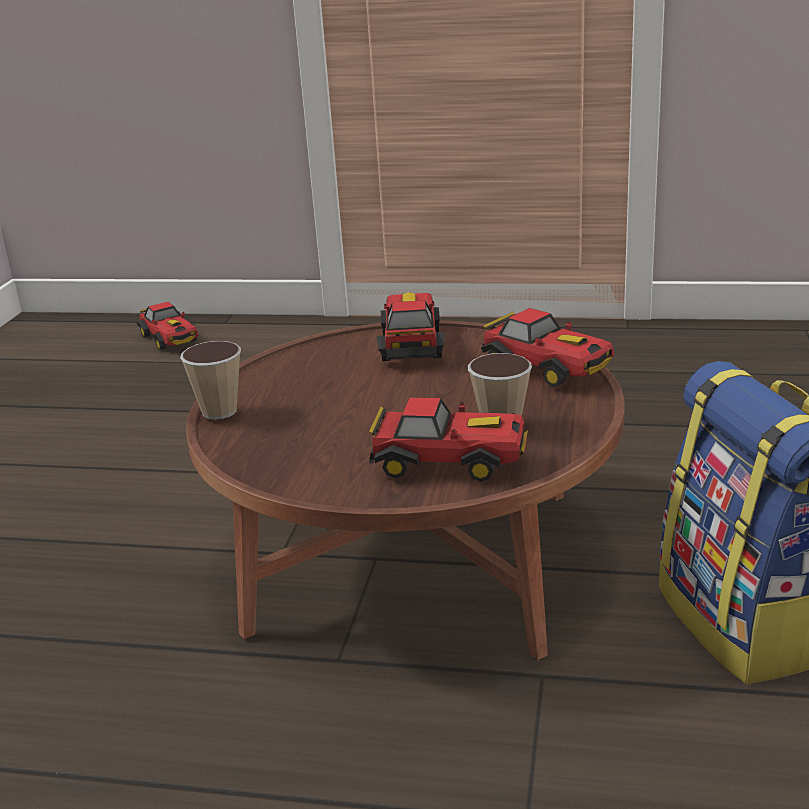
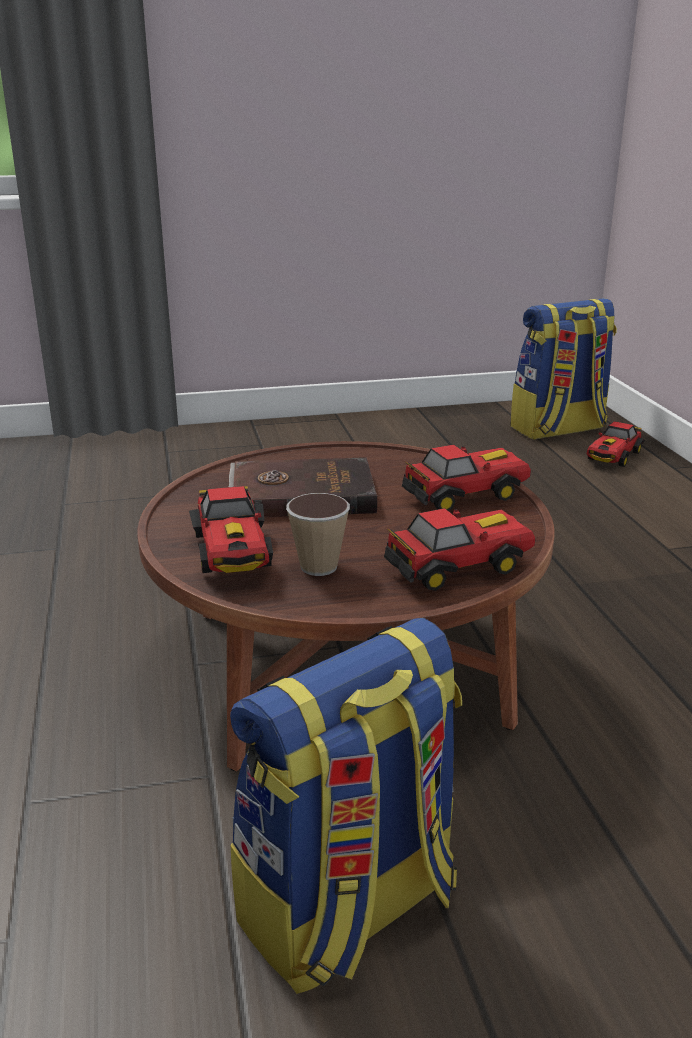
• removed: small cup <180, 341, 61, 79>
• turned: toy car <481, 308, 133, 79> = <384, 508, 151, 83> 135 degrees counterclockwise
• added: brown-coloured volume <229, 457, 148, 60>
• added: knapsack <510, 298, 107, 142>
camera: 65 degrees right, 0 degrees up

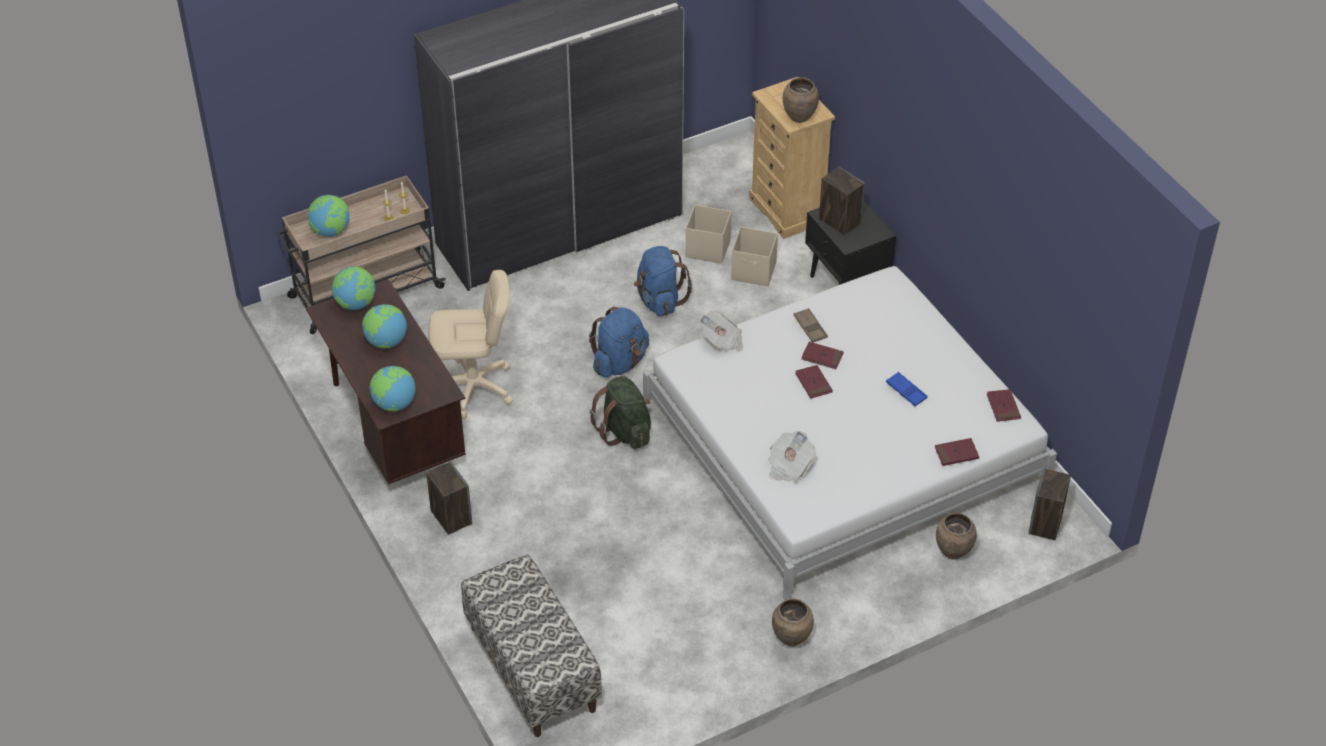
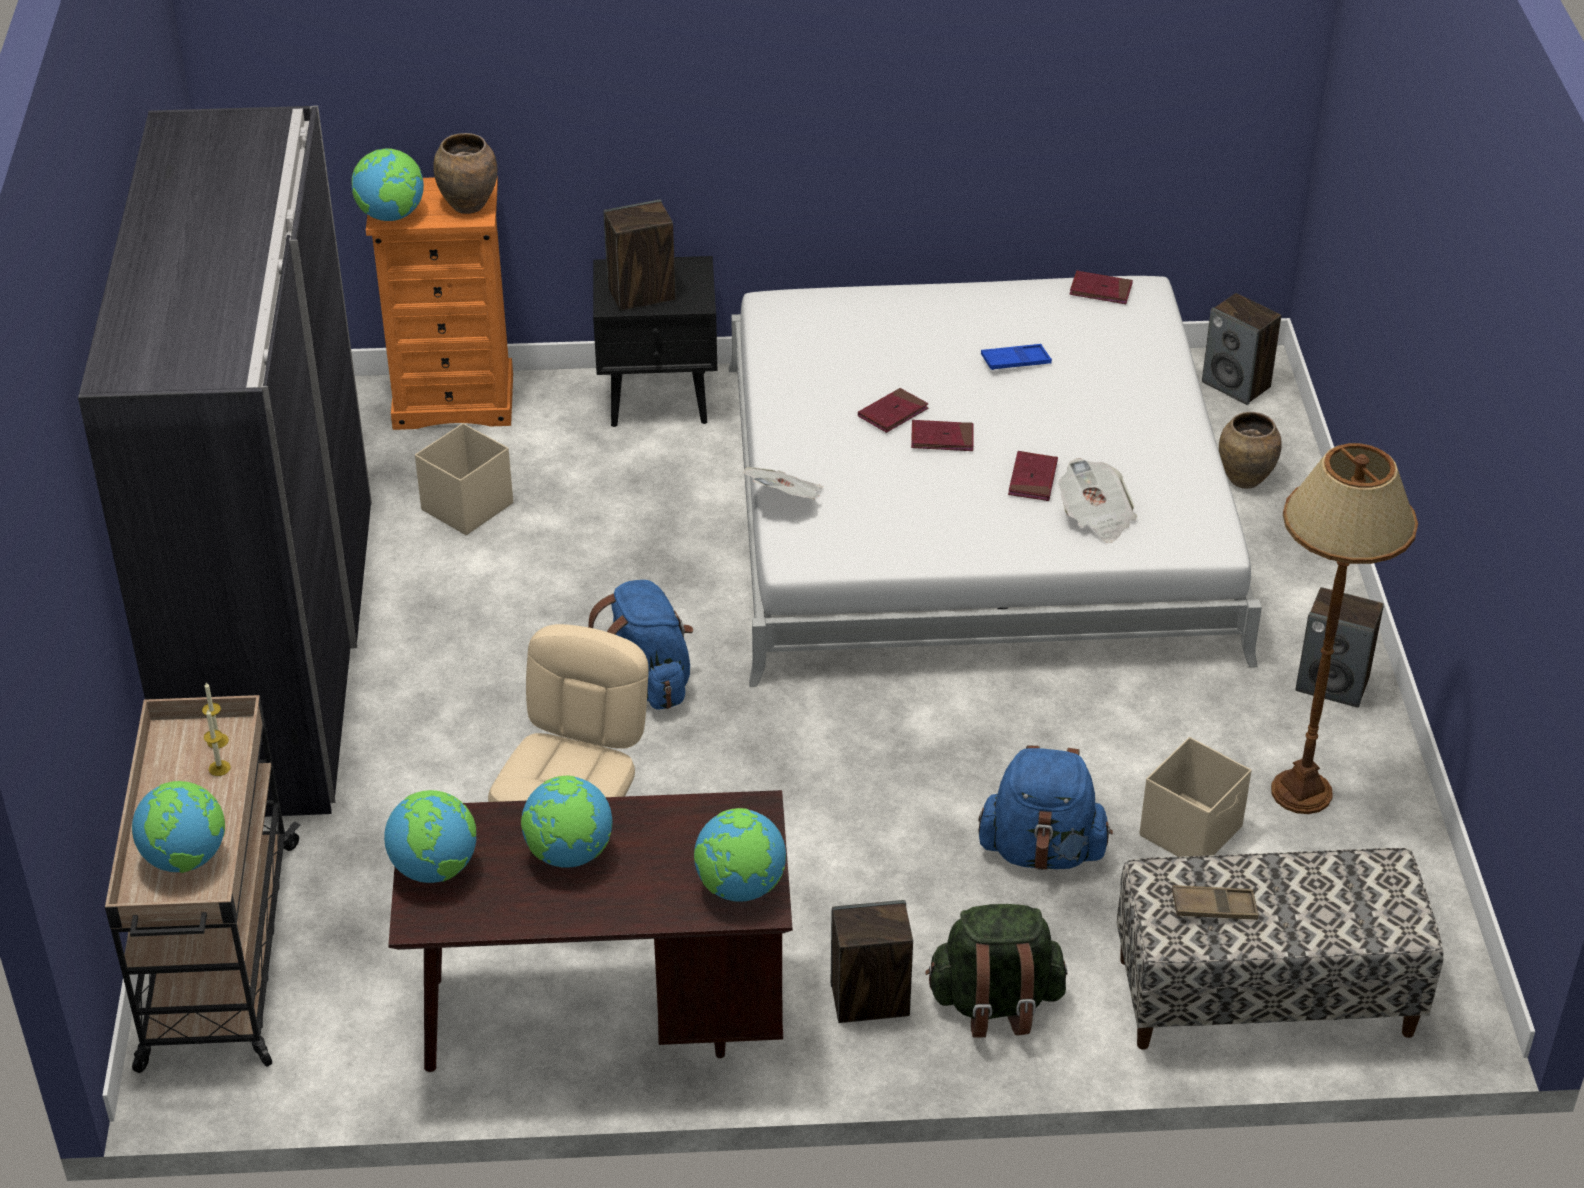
• moved: greenish knapsack <590, 376, 61, 73> to <925, 904, 143, 134>
• moved: blue knapsack <634, 246, 58, 70> to <978, 746, 135, 124>
• moved: beige storage bin <731, 227, 47, 59> to <1139, 737, 113, 120>
• recoloured: beige dresser <749, 77, 86, 162> to orange-coloured dresser <366, 177, 147, 253>
• replaced: brown-coloured decorative vase <772, 599, 42, 48> to loudspeaker <1296, 587, 88, 121>
• moved: brown-coloured serving tray <794, 308, 34, 34> to <1172, 885, 87, 35>
• moved: red-coloured volume <935, 438, 44, 28> to <1008, 451, 50, 50>
• added: world globe <352, 148, 72, 73>
• added: brown-coloured floor lamp <1271, 443, 147, 371>
camera: 65 degrees left, 5 degrees down

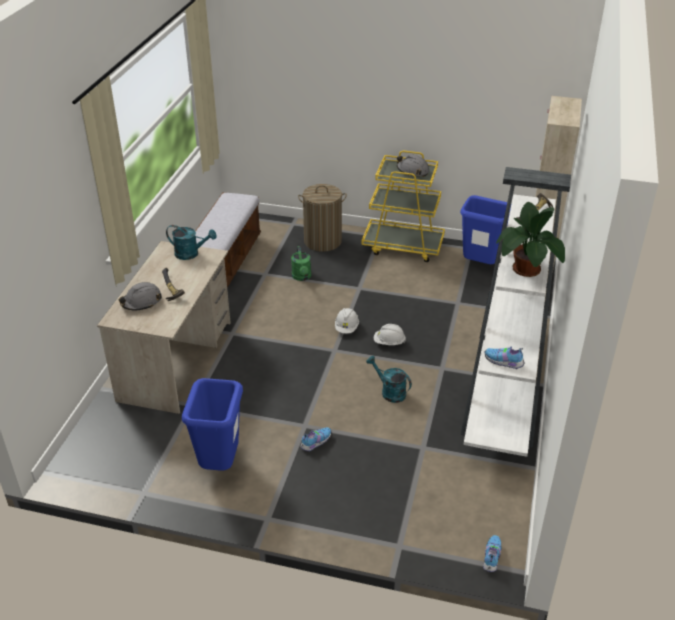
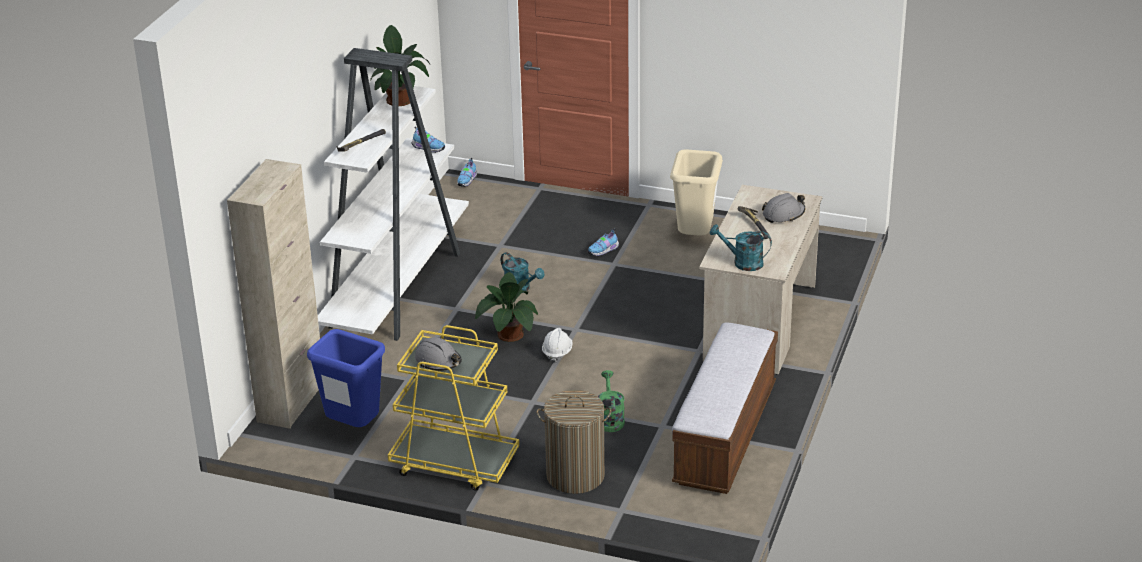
• recoloured: blue rubbish bin <182, 378, 61, 93> to beige rubbish bin <670, 149, 53, 87>
• replaced: whitish hard hat <374, 324, 32, 21> to plant in a pot <475, 272, 63, 70>
camera: 175 degrees left, 5 degrees down

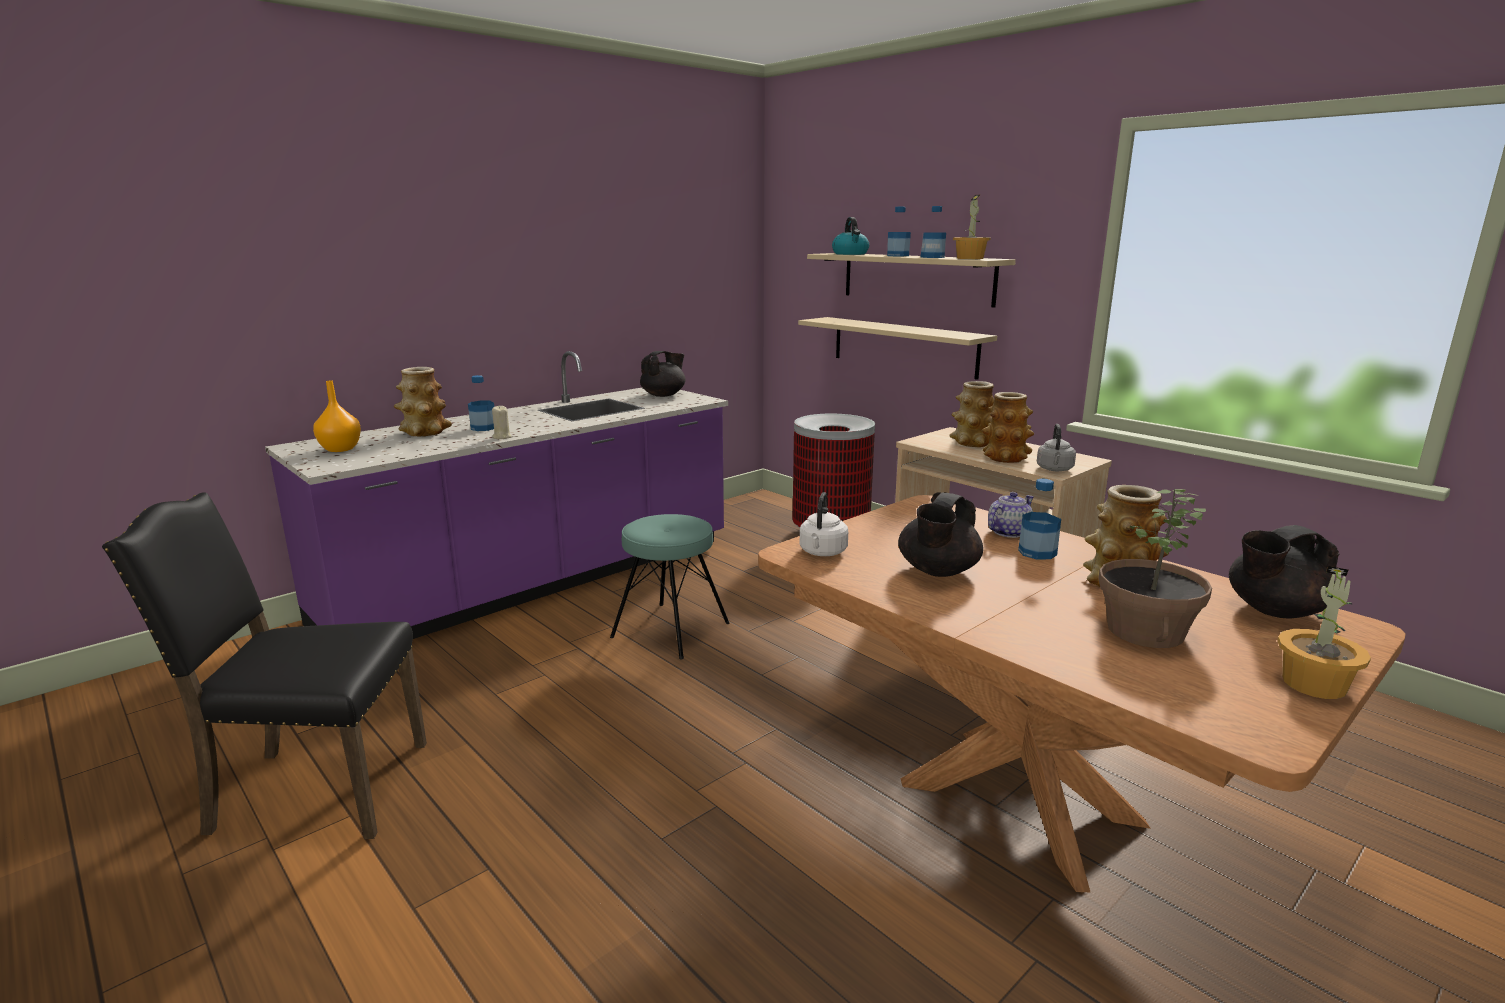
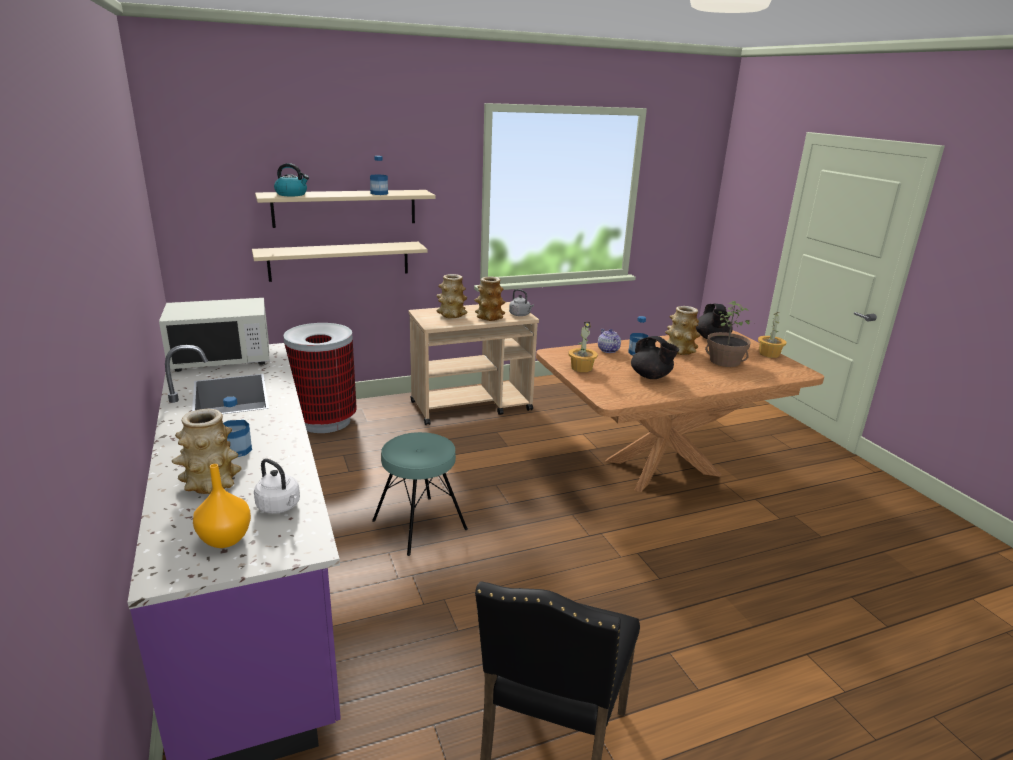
• removed: beige wax candle <492, 406, 19, 33>
• replaced: blackish teapot <640, 351, 46, 46> to whitish microwave <159, 298, 110, 74>
• moved: whitish water kettle <800, 492, 48, 64> to <254, 459, 46, 55>
• removed: drink bottle <887, 207, 24, 49>
• moved: plant in a pot <953, 195, 38, 64> to <568, 322, 30, 50>
camera: 70 degrees left, 5 degrees up

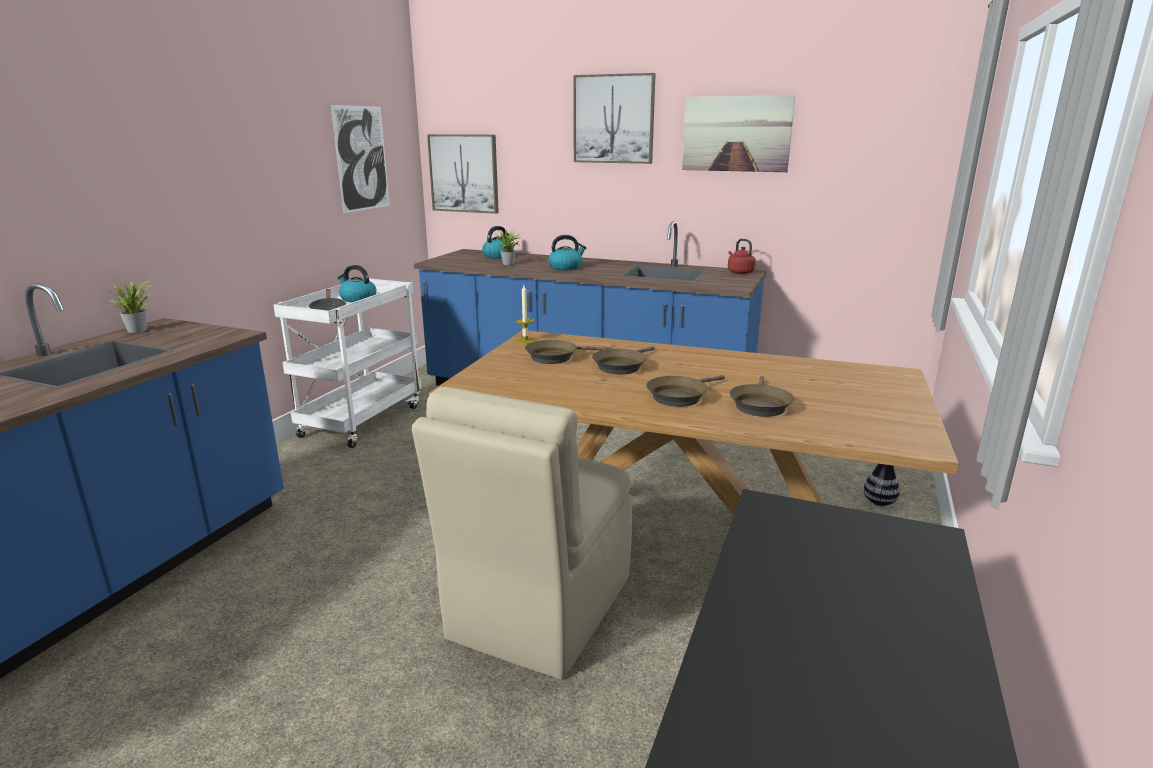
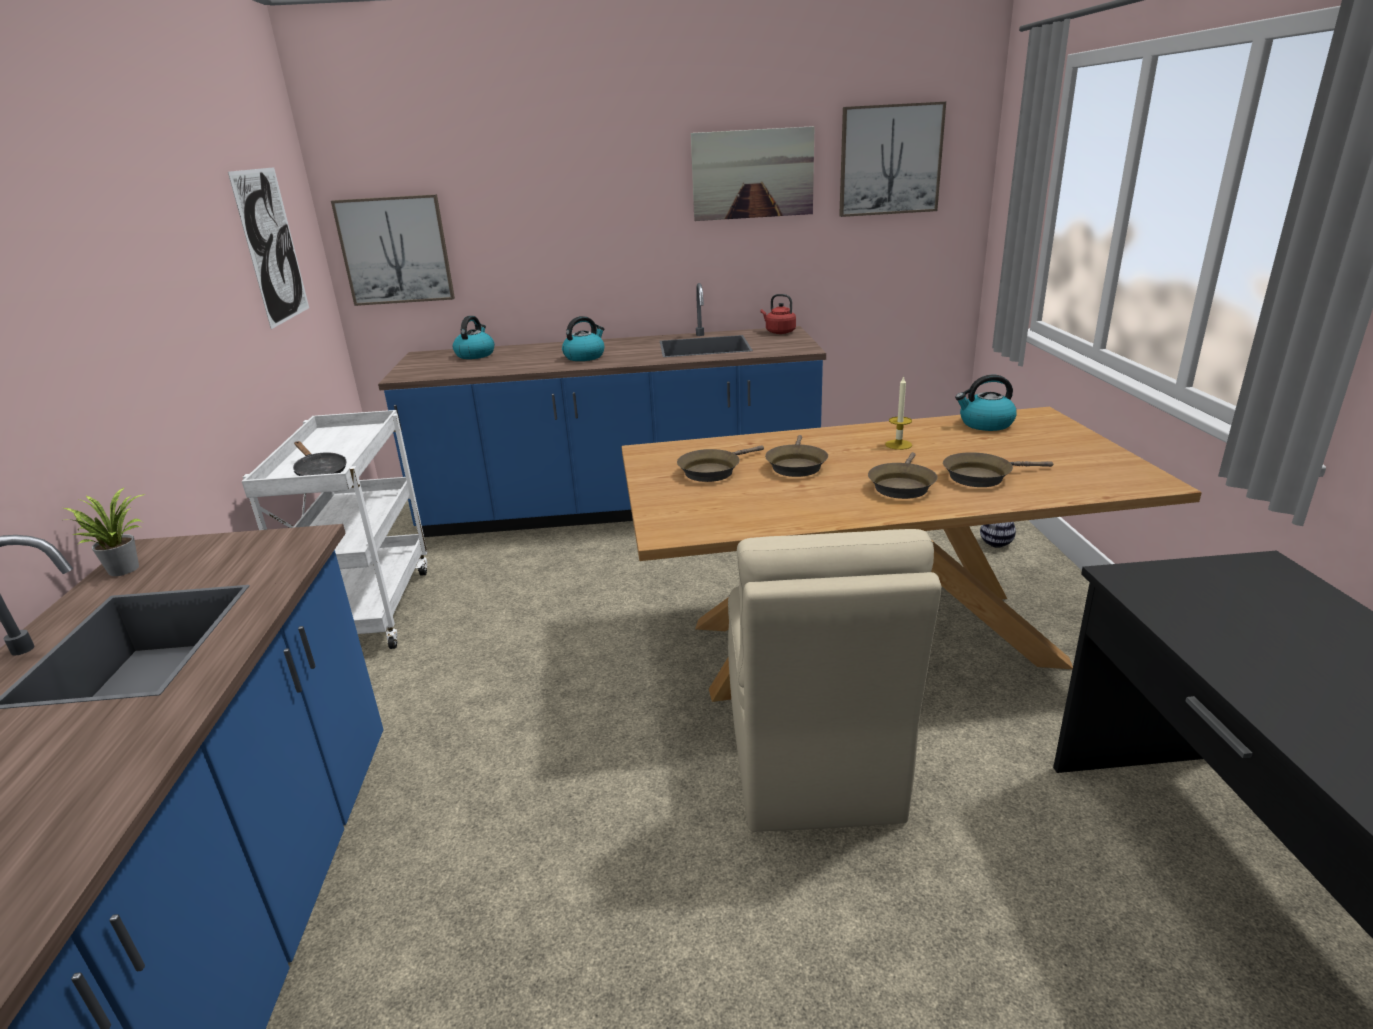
• moved: water kettle <337, 265, 39, 37> to <955, 375, 62, 56>
• removed: plant in a pot <496, 230, 26, 35>
• moved: wax candle <515, 285, 21, 59> to <885, 376, 27, 74>
• moved: wall picture <574, 73, 82, 91> to <839, 102, 107, 115>
• turned: brown-coloured frying pan <730, 376, 64, 41> = <943, 452, 110, 35> 90 degrees clockwise
camera: 25 degrees left, 5 degrees up

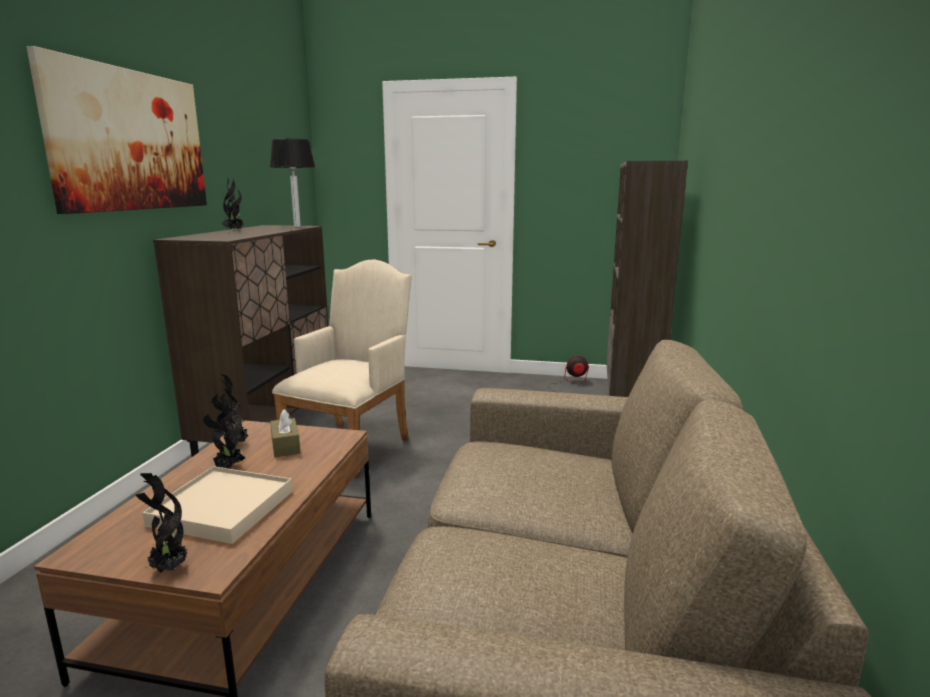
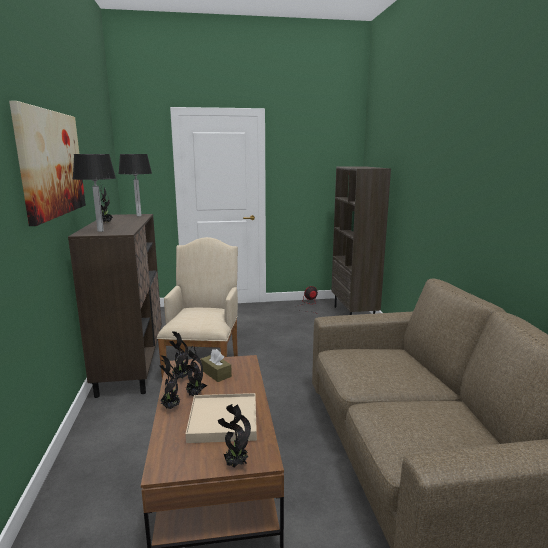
• added: lamp for a table <73, 154, 43, 78>
• added: plant in a pot <159, 355, 21, 54>
camera: 20 degrees left, 0 degrees up

